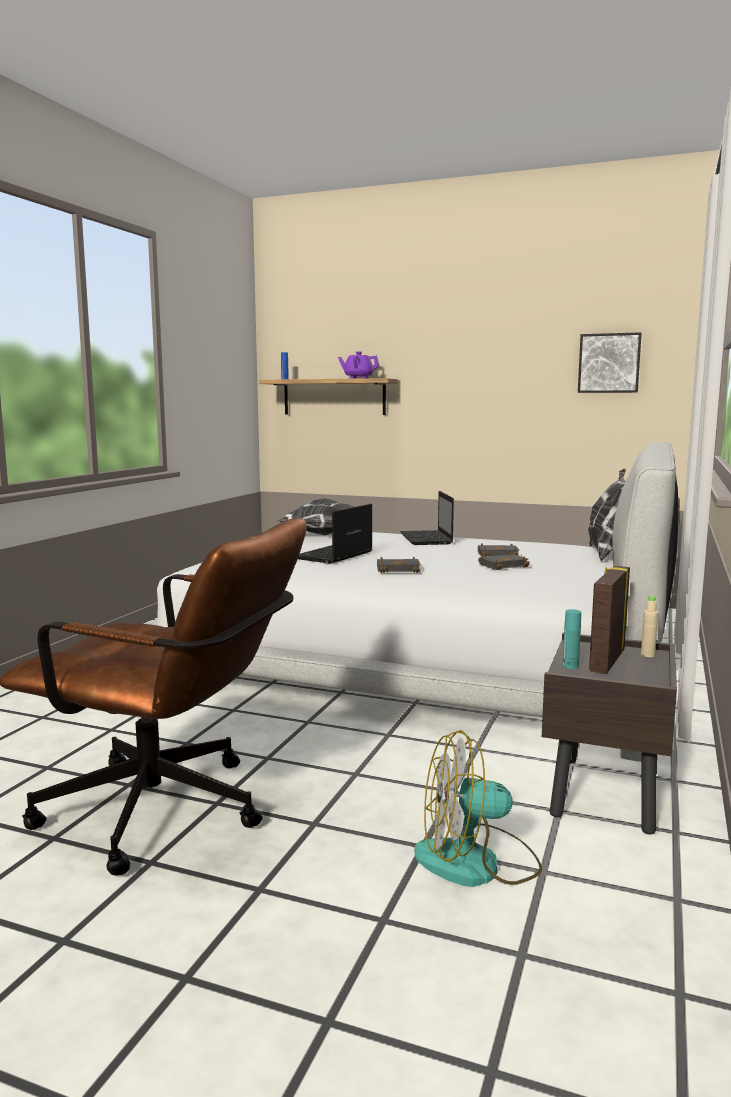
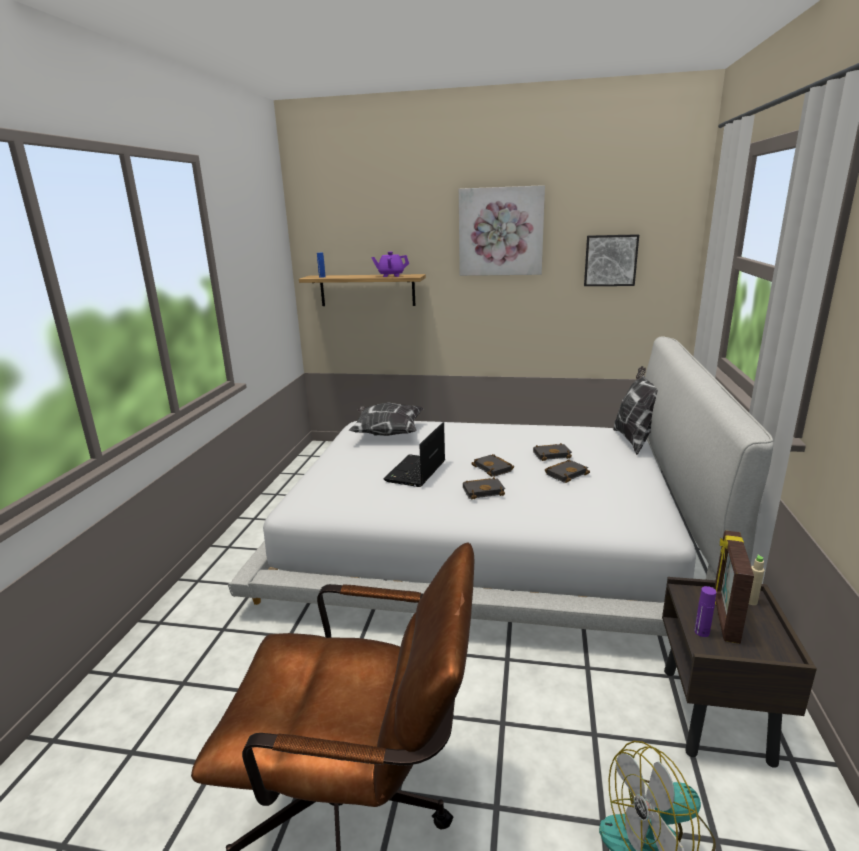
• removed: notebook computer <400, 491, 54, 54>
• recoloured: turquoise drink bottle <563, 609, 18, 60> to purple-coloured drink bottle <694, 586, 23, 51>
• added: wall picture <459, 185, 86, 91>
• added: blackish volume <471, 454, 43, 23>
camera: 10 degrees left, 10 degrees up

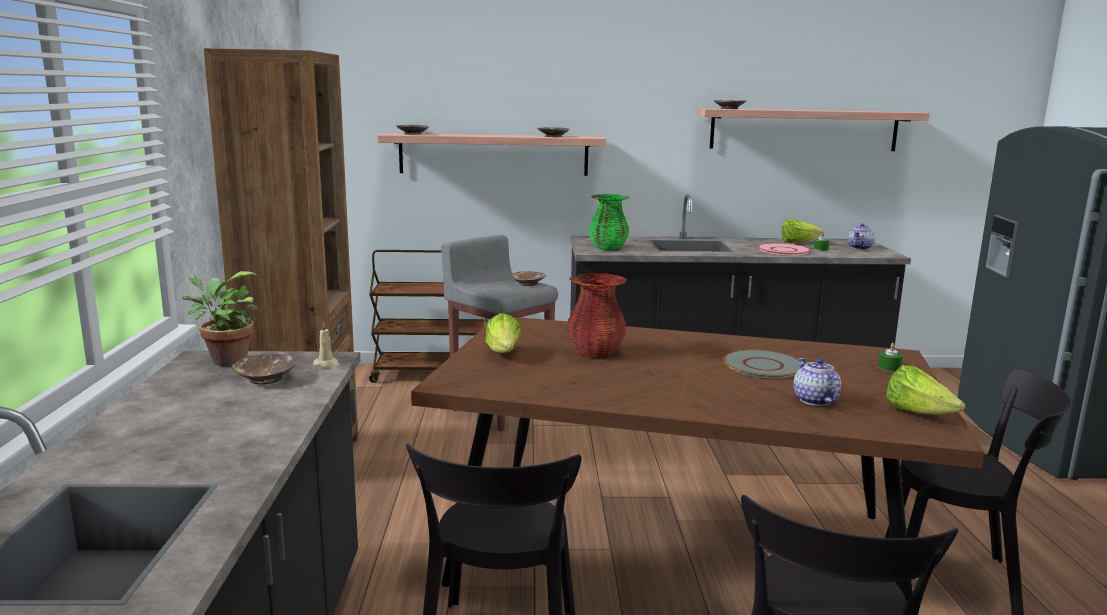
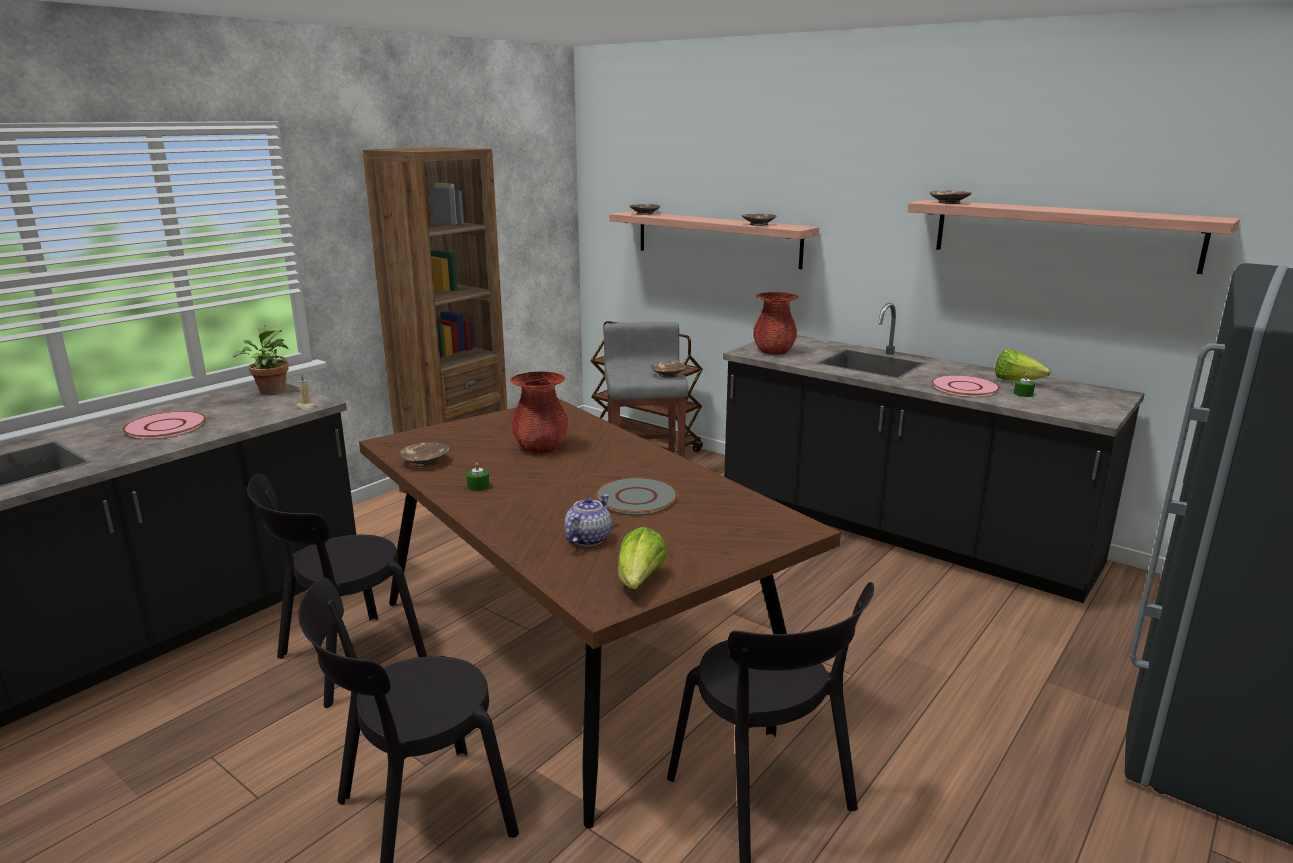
• moved: brown-coloured bowl <232, 354, 65, 30> to <400, 442, 50, 25>
• removed: head of lettuce <485, 313, 36, 40>
• recoloured: greenish decorative vase <589, 194, 41, 56> to red-coloured decorative vase <753, 292, 45, 63>
• removed: teapot <848, 223, 27, 27>
• moved: greenish wax candle <878, 343, 25, 29> to <466, 462, 24, 29>
• added: pink-coloured dinner plate <122, 411, 84, 28>
camera: 40 degrees right, 5 degrees up

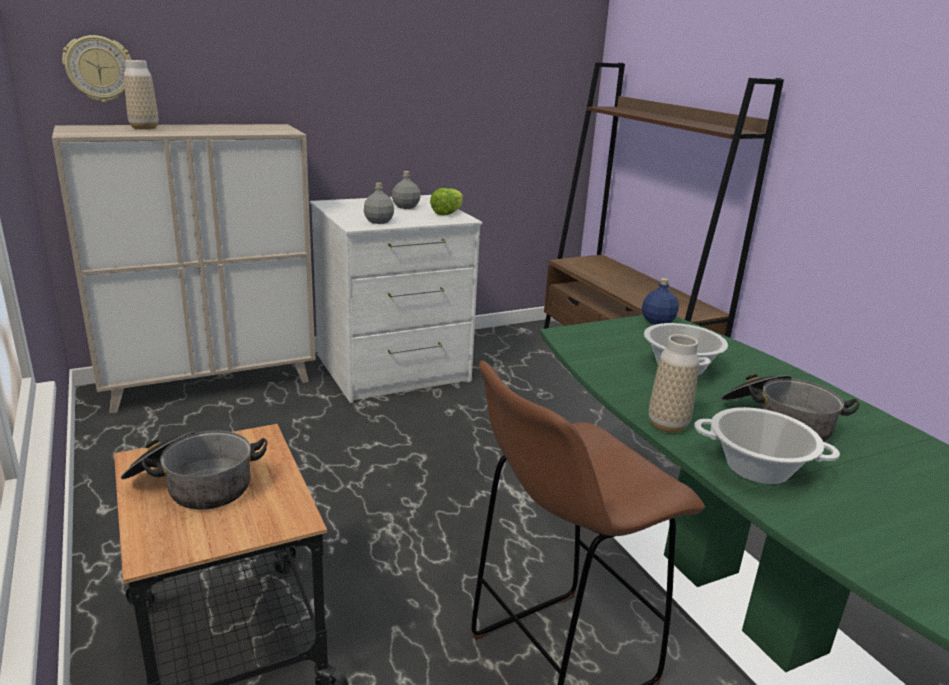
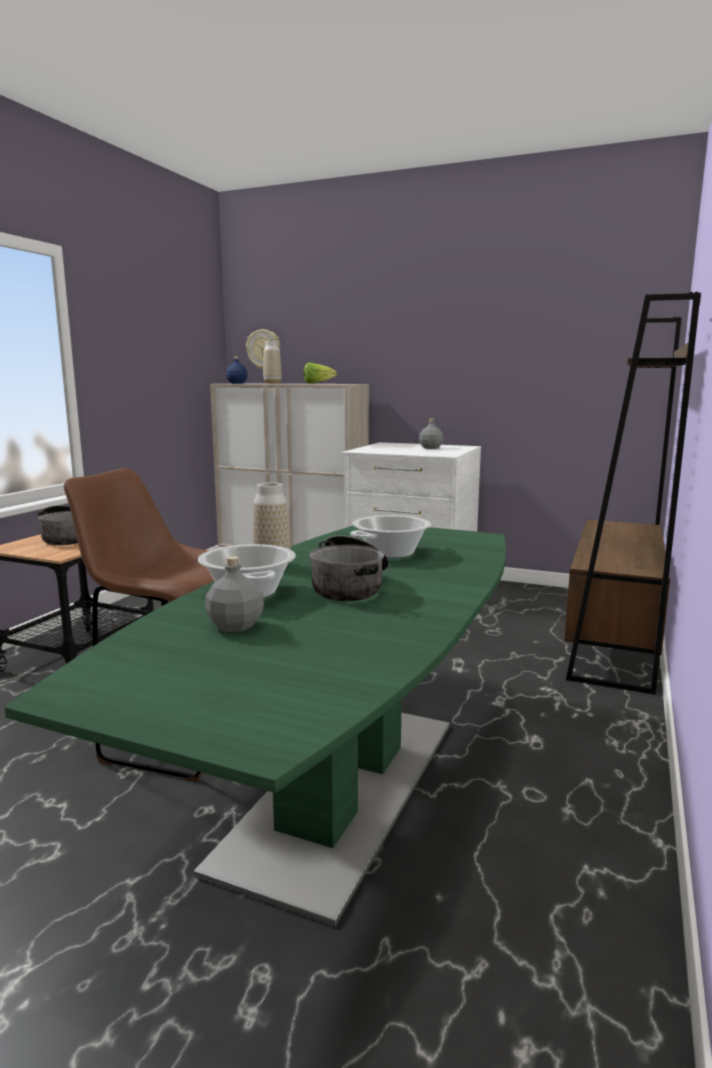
• moved: grey drink bottle <364, 182, 30, 42> to <205, 556, 59, 76>
• moved: head of lettuce <430, 188, 33, 27> to <304, 362, 33, 22>
• moved: blue drink bottle <642, 278, 37, 47> to <226, 356, 22, 28>
camera: 50 degrees right, 10 degrees down

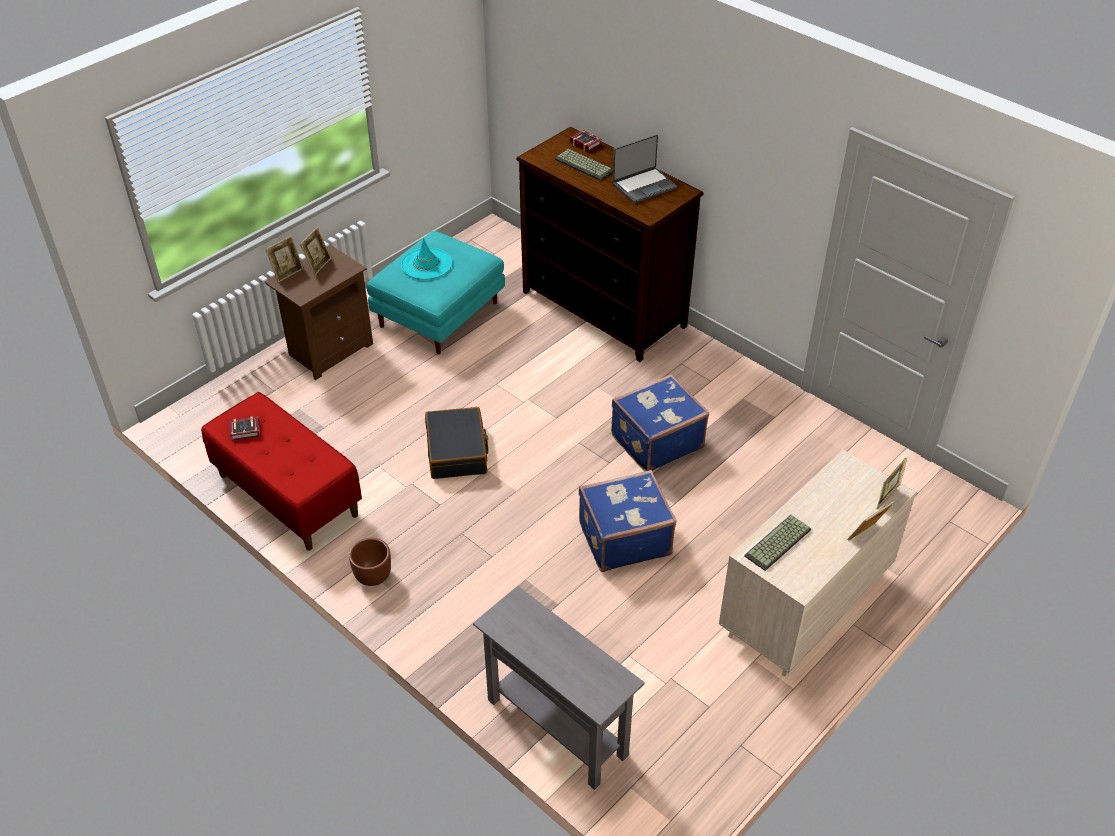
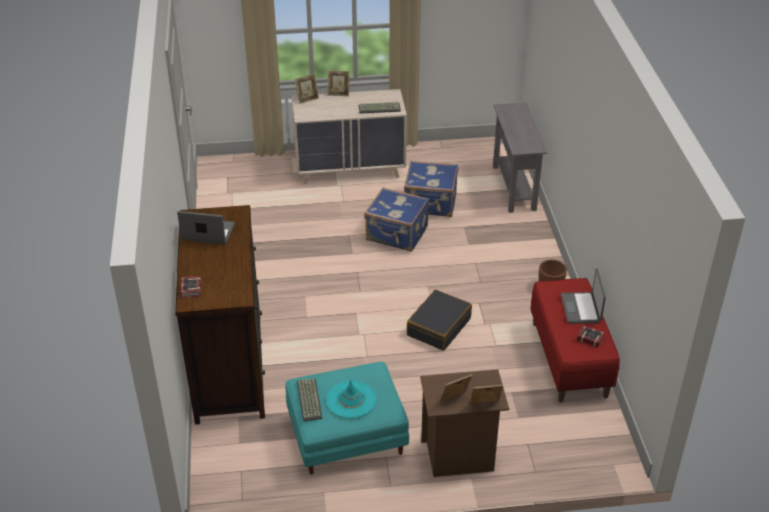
• moved: keyboard <555, 149, 58, 32> to <297, 378, 25, 43>
• moved: blue suitcase <611, 374, 98, 98> to <404, 160, 54, 57>
• added: notebook computer <561, 269, 45, 55>
camera: 140 degrees left, 5 degrees down

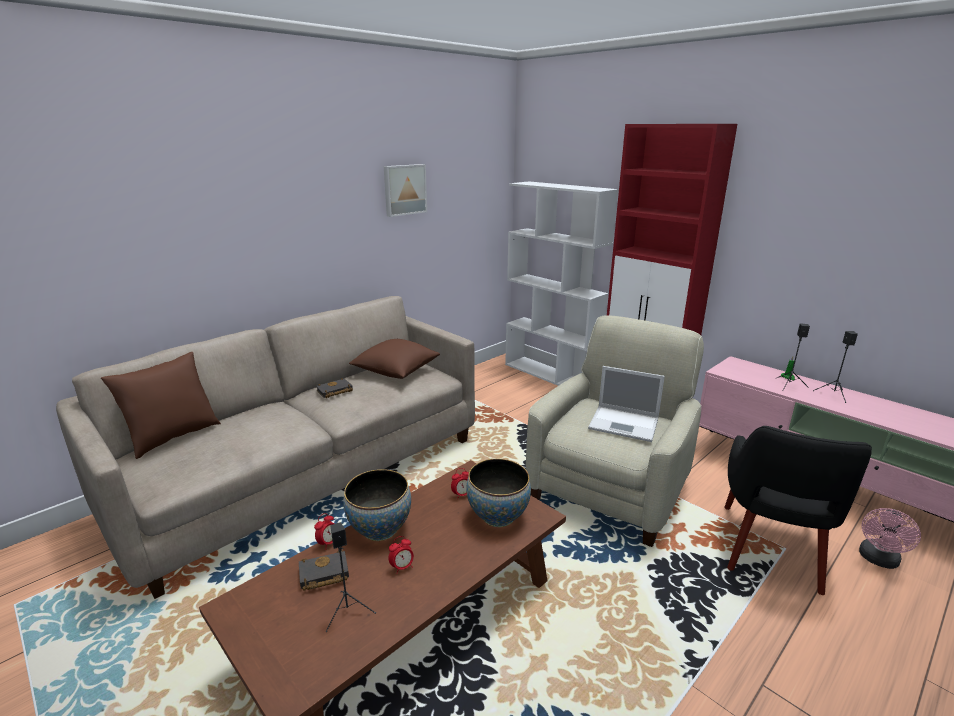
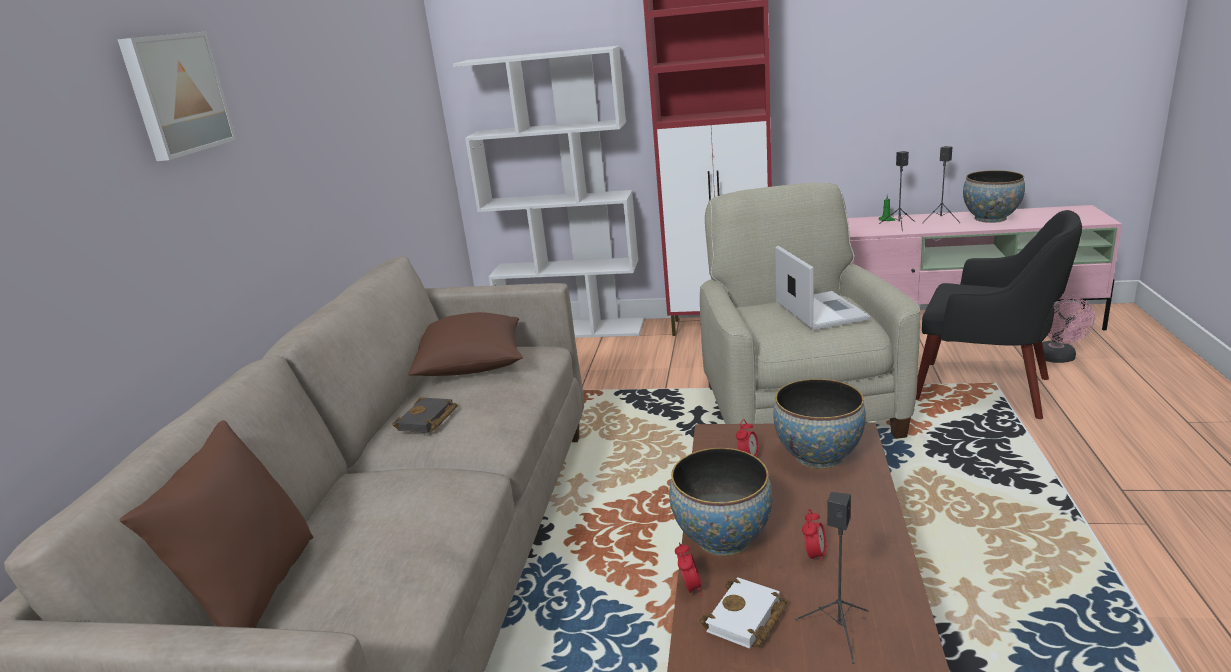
• recoloured: blackish volume <299, 550, 50, 41> to whitish volume <700, 578, 88, 71>
• moved: wall picture <384, 164, 43, 53> to <117, 32, 119, 129>
• turned: notebook computer <588, 366, 77, 76> = <775, 246, 95, 84> 90 degrees counterclockwise
• turned: blackish armchair <724, 426, 148, 169> = <916, 210, 166, 209> 45 degrees counterclockwise
• added: bowl <963, 170, 62, 53>
camera: 35 degrees left, 0 degrees up

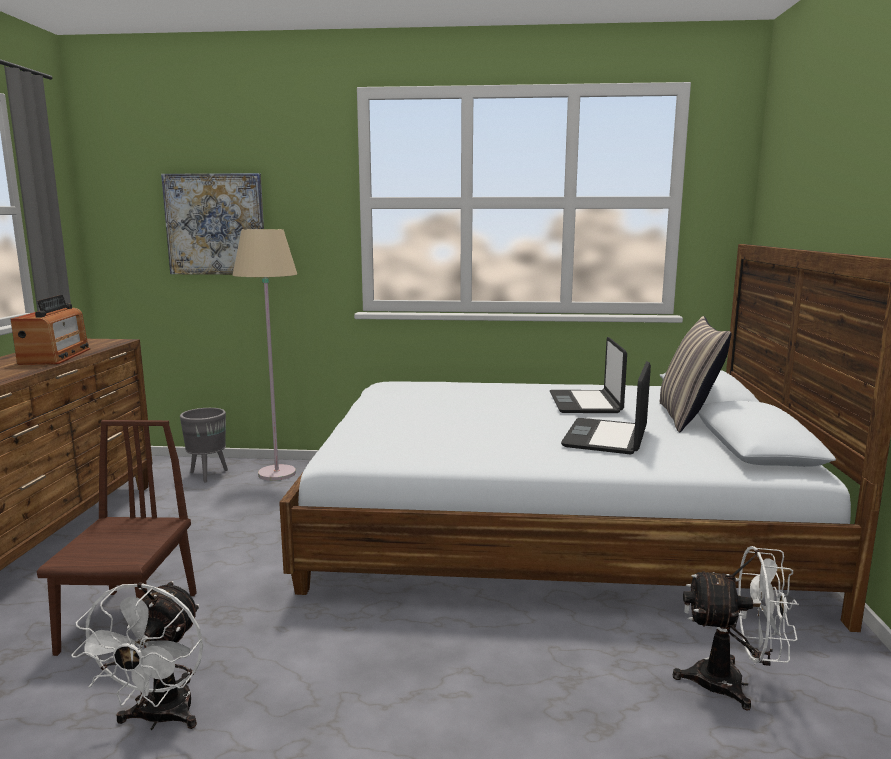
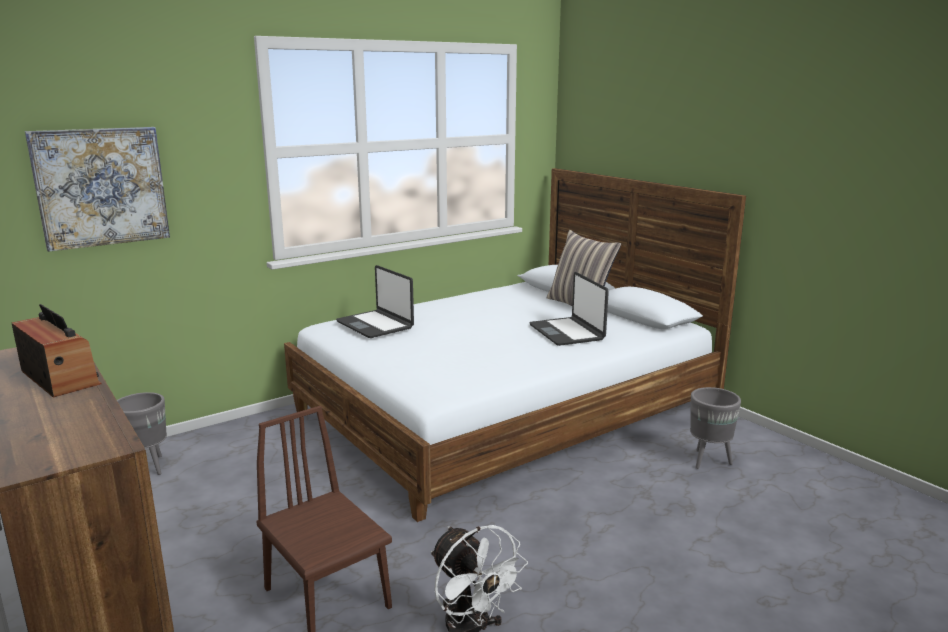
• removed: beige floor lamp <233, 229, 64, 252>
• moved: notebook computer <550, 337, 77, 76> to <336, 265, 78, 73>
• replaced: whitish cooling fan <673, 546, 126, 165> to grey plant pot <690, 387, 51, 82>
camera: 40 degrees left, 5 degrees up

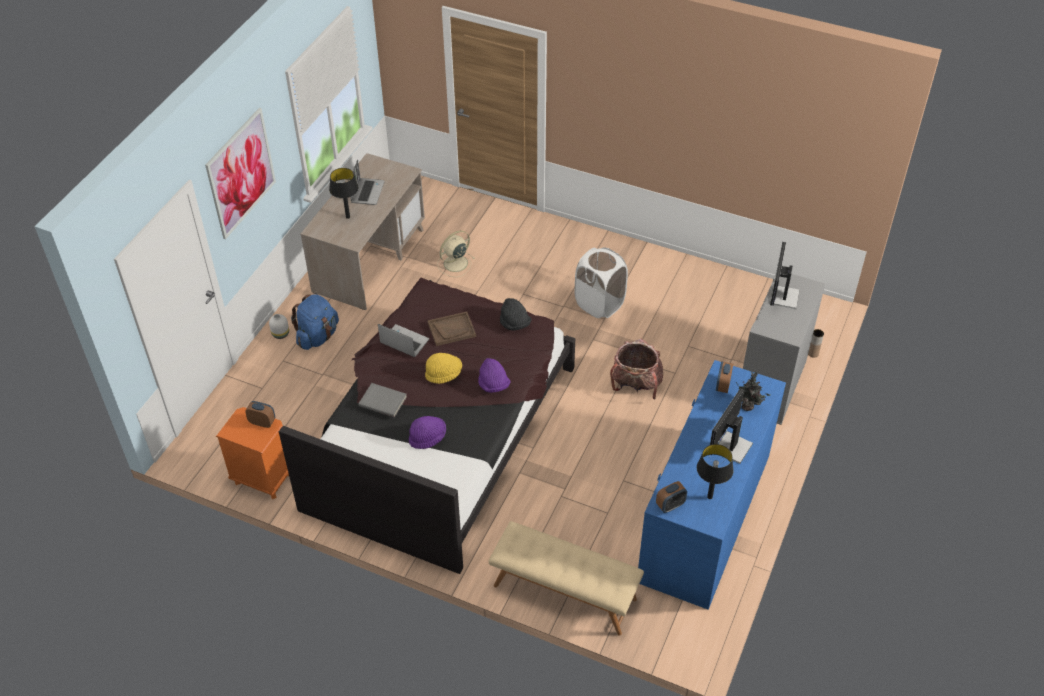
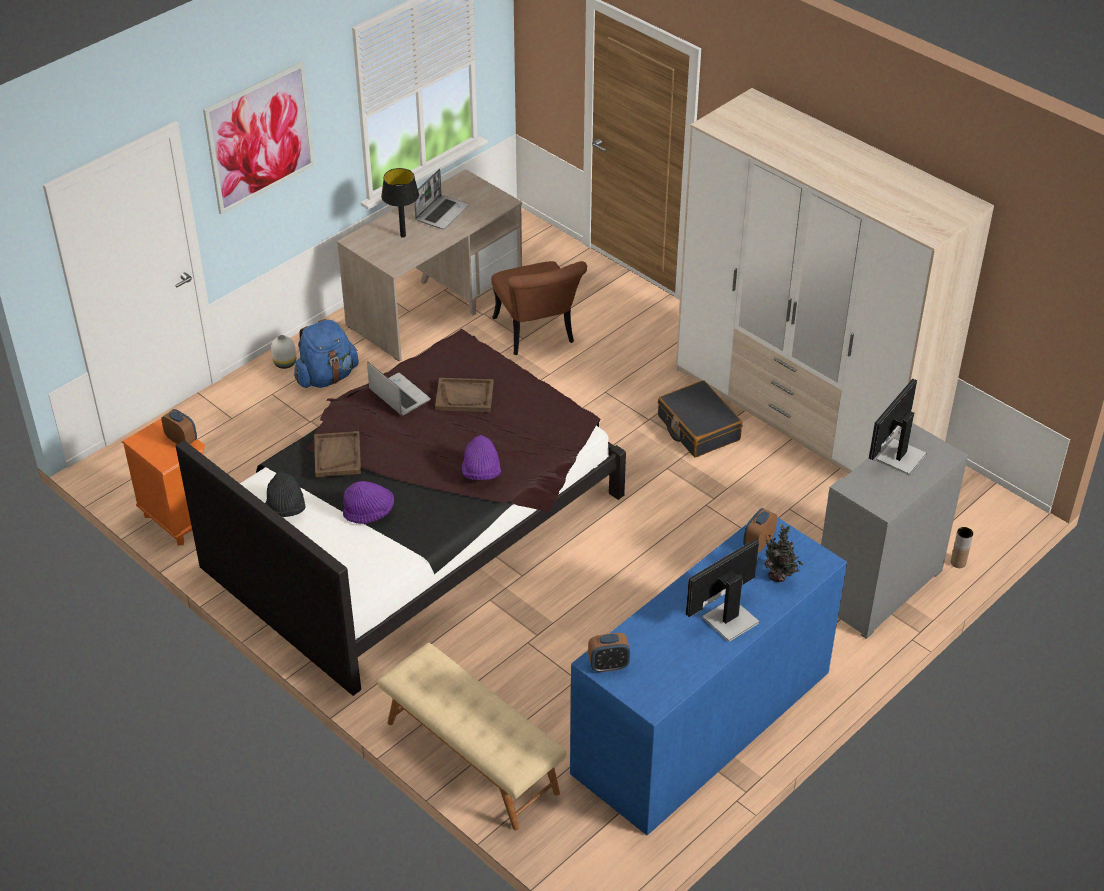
• replaced: grey volume <358, 383, 49, 34> to brown-coloured serving tray <315, 431, 46, 46>
• removed: yellow hat <425, 353, 37, 31>
• replaced: beige cooling fan <437, 231, 38, 46> to brown-coloured upright chair <491, 261, 96, 94>
• moved: blackish hat <500, 298, 31, 33> to <265, 471, 41, 46>
• replaced: whitish laundry basket <575, 247, 53, 71> to blackish suitcase <658, 380, 84, 78>
• removed: knapsack <610, 339, 53, 61>
• removed: blackish lamp for a table <697, 444, 37, 55>
• added: clothes cupboard <675, 88, 319, 386>
camera: 20 degrees right, 5 degrees down

